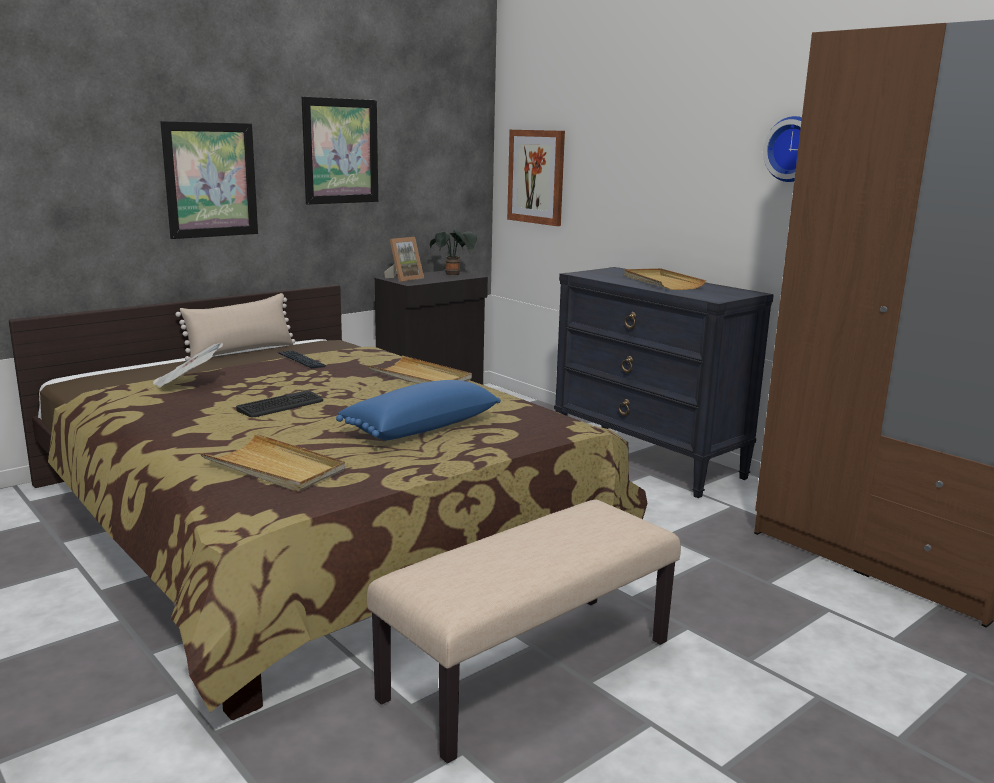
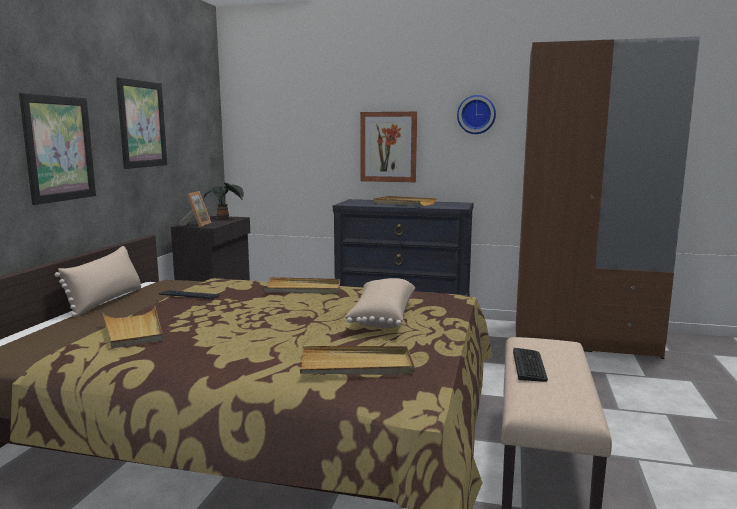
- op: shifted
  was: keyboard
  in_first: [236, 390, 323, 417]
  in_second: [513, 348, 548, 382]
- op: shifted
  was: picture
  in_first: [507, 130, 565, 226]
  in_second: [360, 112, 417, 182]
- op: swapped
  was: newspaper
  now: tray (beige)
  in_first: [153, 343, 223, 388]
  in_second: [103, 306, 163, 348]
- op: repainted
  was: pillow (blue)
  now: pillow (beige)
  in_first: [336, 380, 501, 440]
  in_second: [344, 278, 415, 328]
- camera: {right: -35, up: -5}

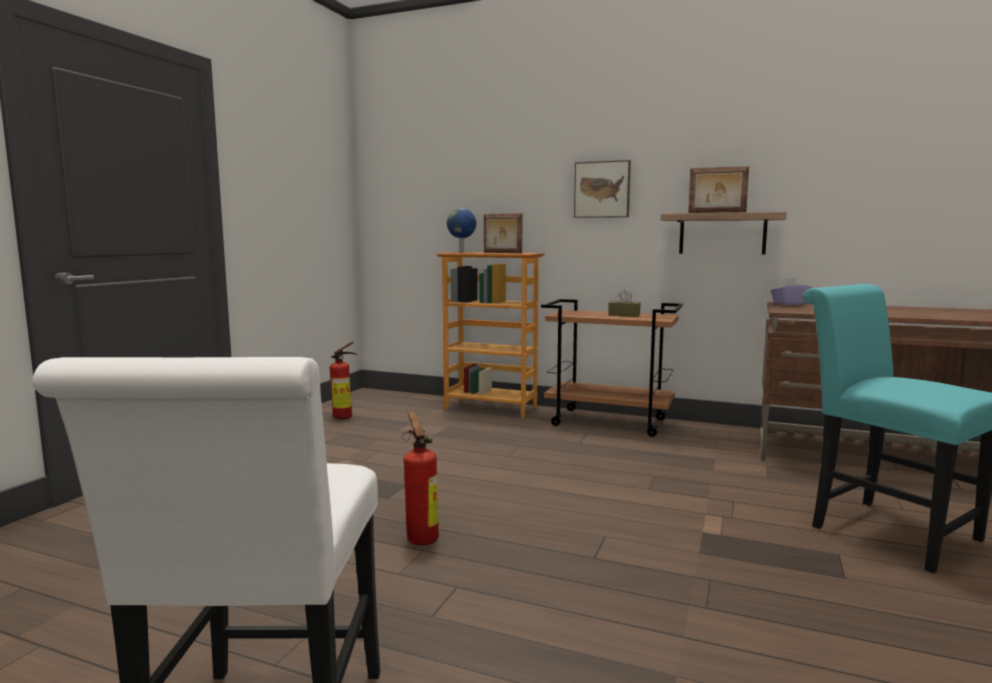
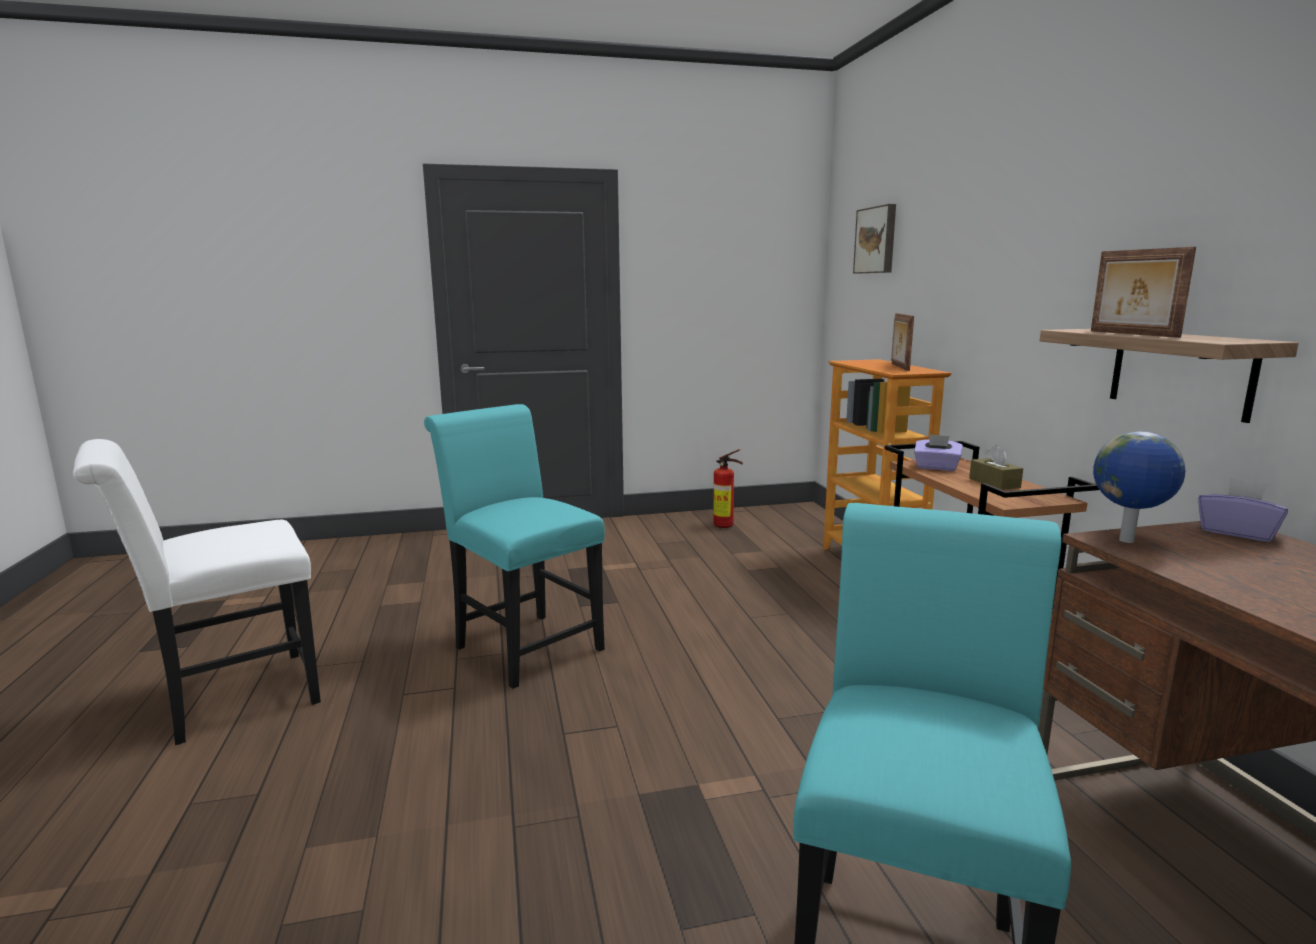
- op: new
  now: tissue box (purple)
  in_second: [914, 434, 963, 471]
- op: shifted
  was: globe
  in_first: [447, 208, 476, 253]
  in_second: [1093, 431, 1185, 543]
- op: shifted
  was: picture
  in_first: [574, 160, 631, 218]
  in_second: [853, 204, 896, 273]
- op: swapped
  was: fire extinguisher
  now: chair (turquoise)
  in_first: [402, 411, 439, 545]
  in_second: [424, 404, 605, 689]
- camera: {right: 55, up: 5}

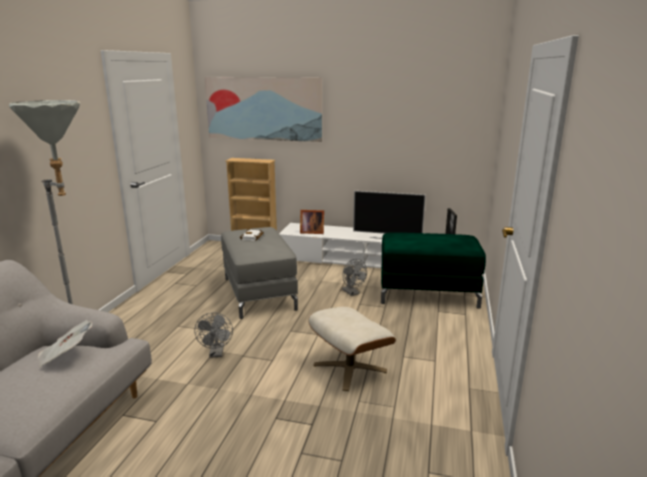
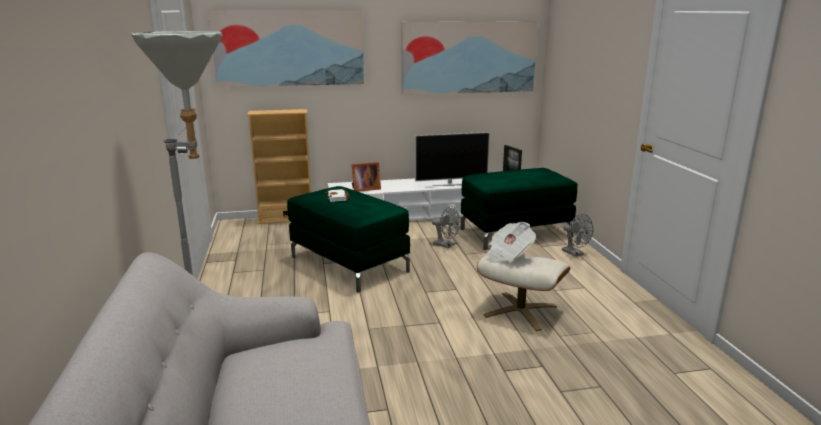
- op: new
  now: picture
  in_second: [401, 21, 538, 95]
- op: shifted
  was: newspaper
  in_first: [38, 320, 92, 367]
  in_second: [485, 222, 536, 262]
- op: shifted
  was: fan (grey)
  in_first: [194, 312, 233, 358]
  in_second: [562, 214, 593, 257]
- op: repainted
  was: ottoman (grey)
  now: ottoman (green)
  in_first: [221, 227, 298, 319]
  in_second: [287, 186, 410, 293]
- camera: {right: -25, up: 0}

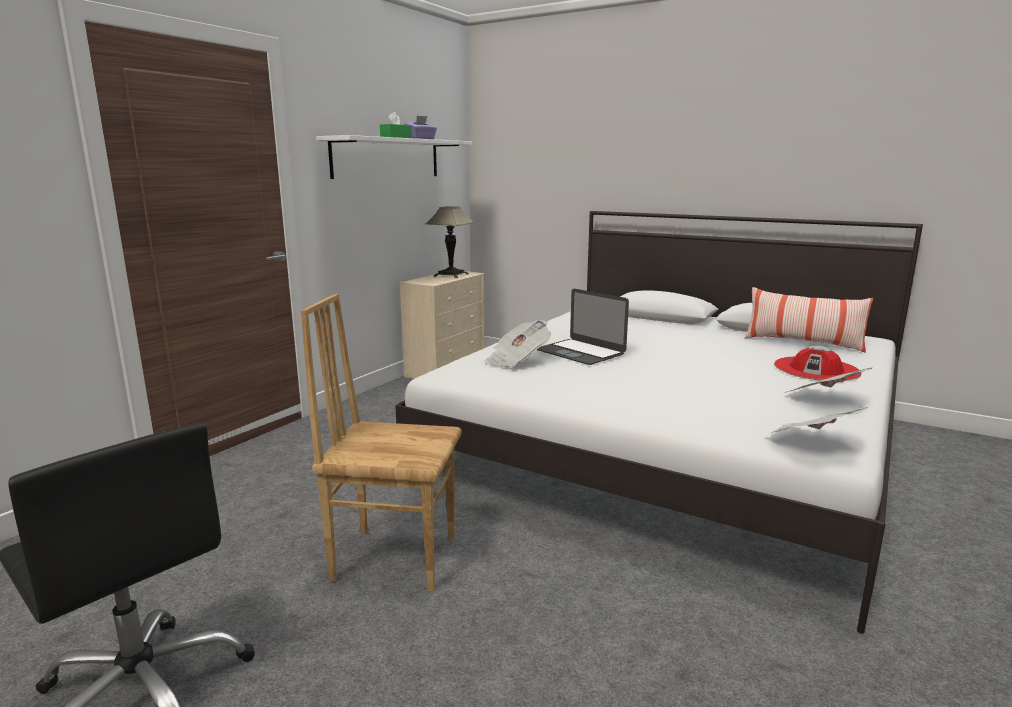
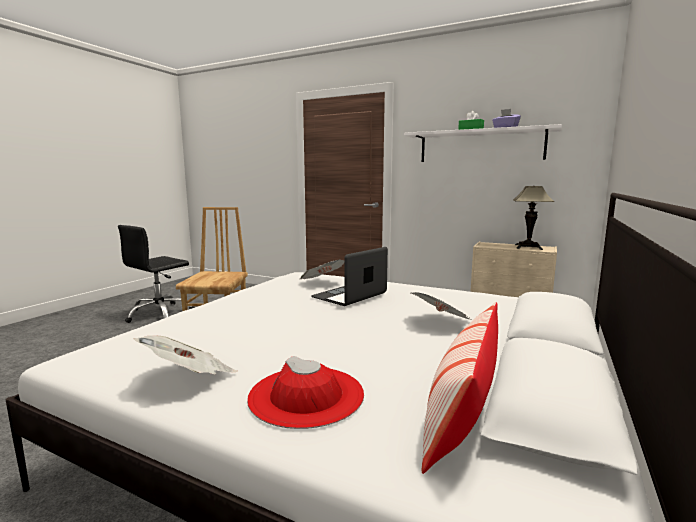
- op: shifted
  was: newspaper
  in_first: [766, 407, 868, 434]
  in_second: [411, 292, 470, 319]
- camera: {right: 85, up: -5}

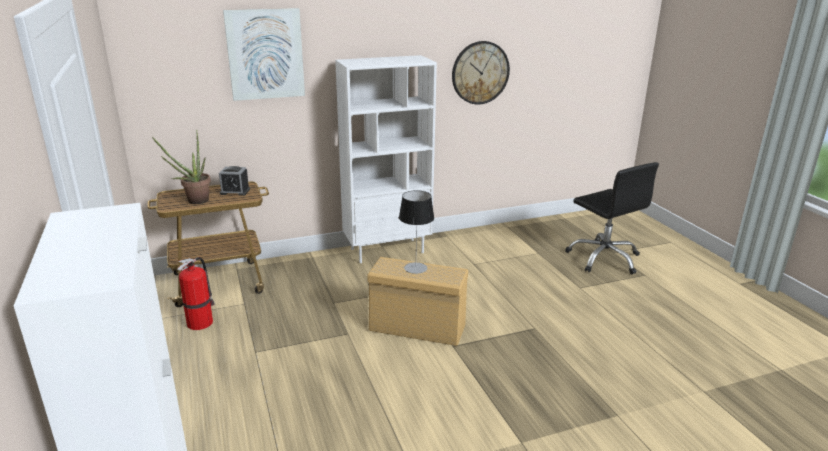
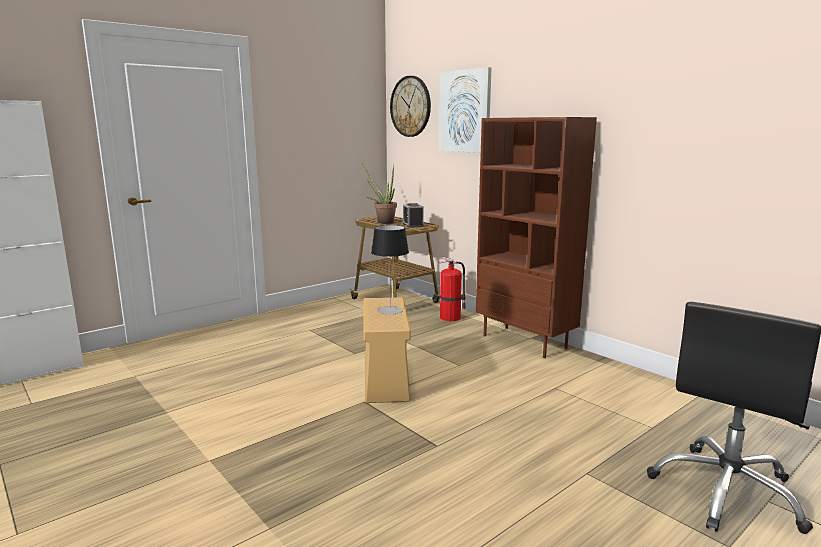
- op: shifted
  was: fire extinguisher
  in_first: [177, 257, 215, 330]
  in_second: [439, 257, 466, 321]
- op: shifted
  was: wall clock
  in_first: [452, 41, 510, 105]
  in_second: [390, 76, 431, 137]
- op: repainted
  was: bookcase (white)
  now: bookcase (brown)
  in_first: [335, 55, 437, 263]
  in_second: [476, 117, 597, 358]
- camera: {right: 70, up: -10}

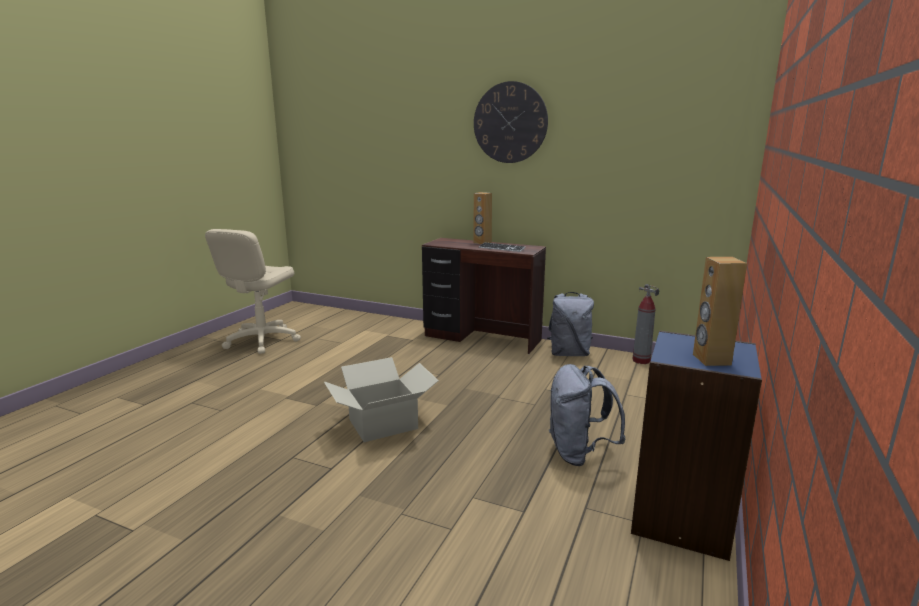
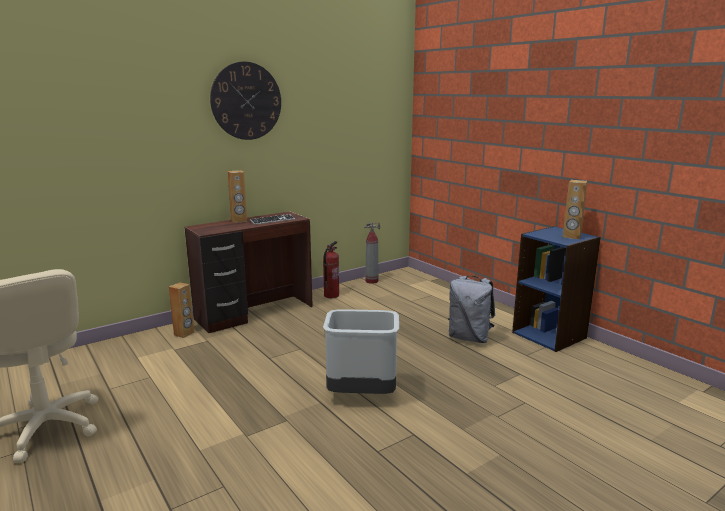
- op: new
  now: speaker (brown)
  in_second: [169, 282, 194, 338]
- op: swapped
  was: cardboard box
  now: trash can (grey)
  in_first: [324, 357, 439, 442]
  in_second: [323, 309, 399, 394]
- op: swapped
  was: backpack (grey)
  now: fire extinguisher
  in_first: [547, 292, 594, 356]
  in_second: [323, 241, 339, 298]
- camera: {right: -60, up: 0}

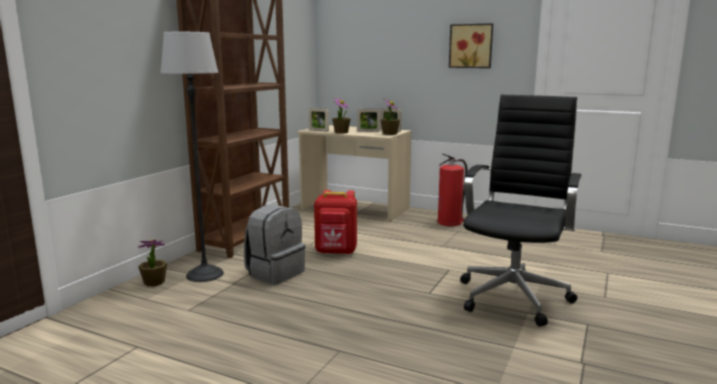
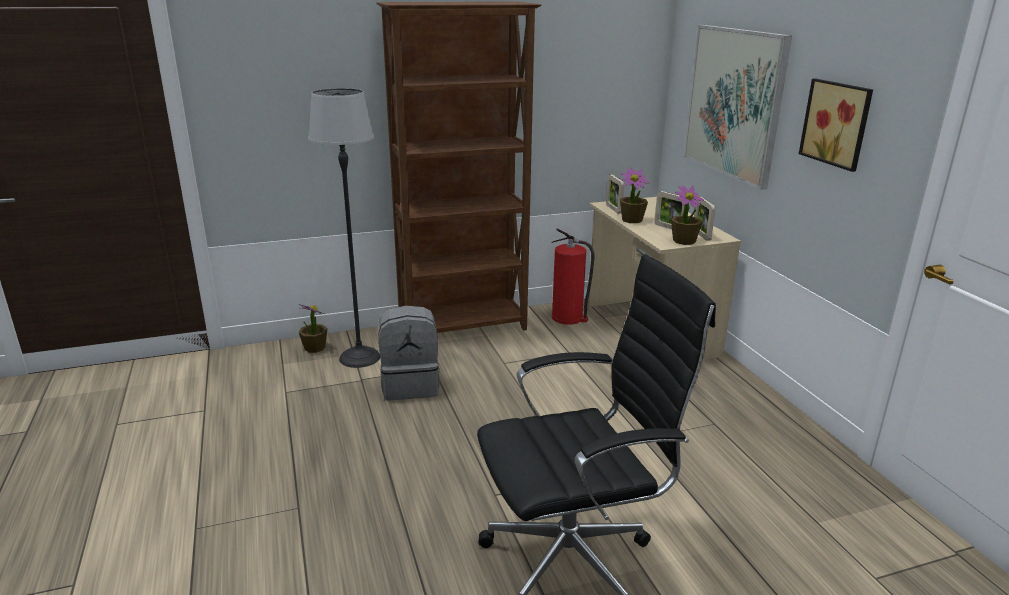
- op: gone
  was: backpack (red)
  in_first: [314, 190, 357, 254]
- op: new
  now: picture
  in_second: [683, 25, 792, 190]
- op: shifted
  was: fire extinguisher
  in_first: [437, 154, 467, 226]
  in_second: [552, 228, 594, 325]
- camera: {right: 45, up: 10}

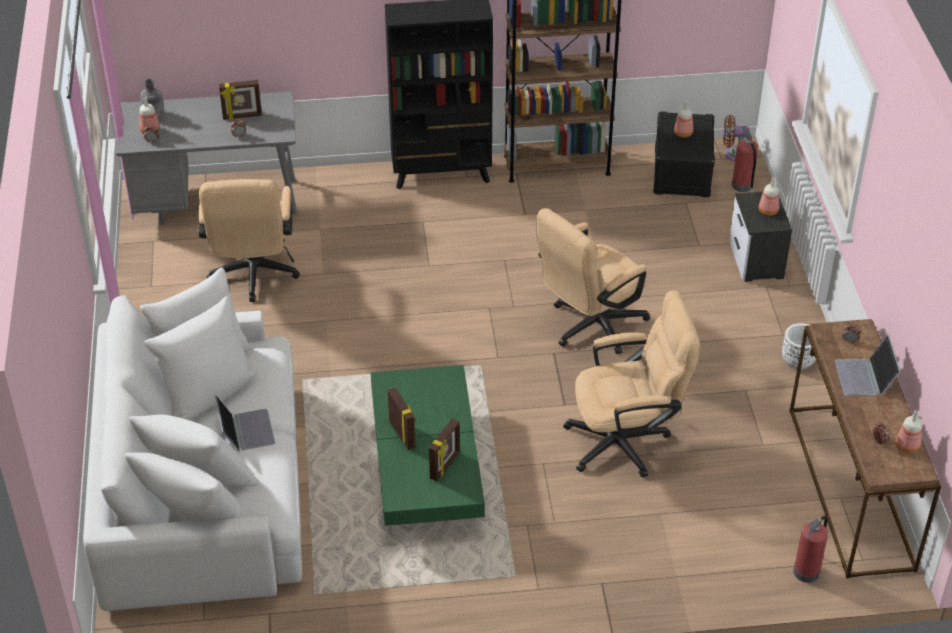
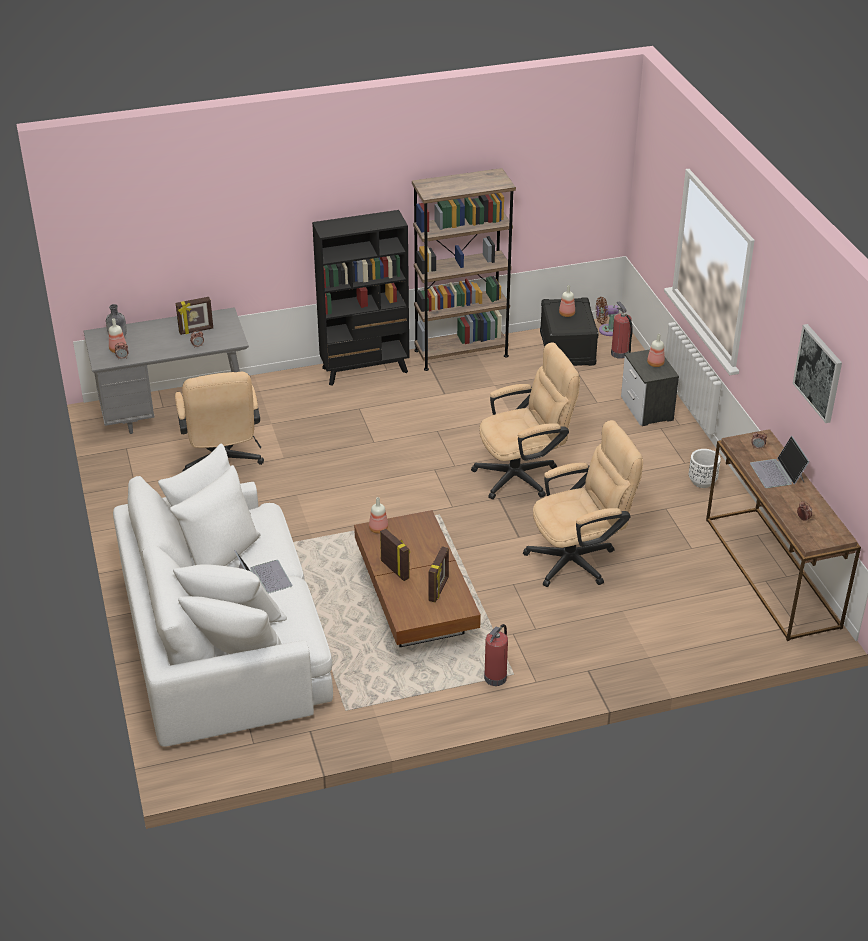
- op: new
  now: picture
  in_second: [793, 324, 842, 423]
- op: shifted
  was: fire extinguisher
  in_first: [793, 516, 828, 583]
  in_second: [484, 624, 508, 686]
- op: shifted
  was: bottle
  in_first: [896, 410, 922, 453]
  in_second: [369, 497, 388, 534]
- op: repainted
  was: coffee table (green)
  now: coffee table (brown)
  in_first: [371, 365, 485, 526]
  in_second: [354, 510, 481, 647]
- op: rotated
  was: office chair (beige)
  in_first: [536, 208, 650, 354]
  in_second: [471, 343, 580, 499]
  clockwise: -150
- camera: {right: -10, up: -5}

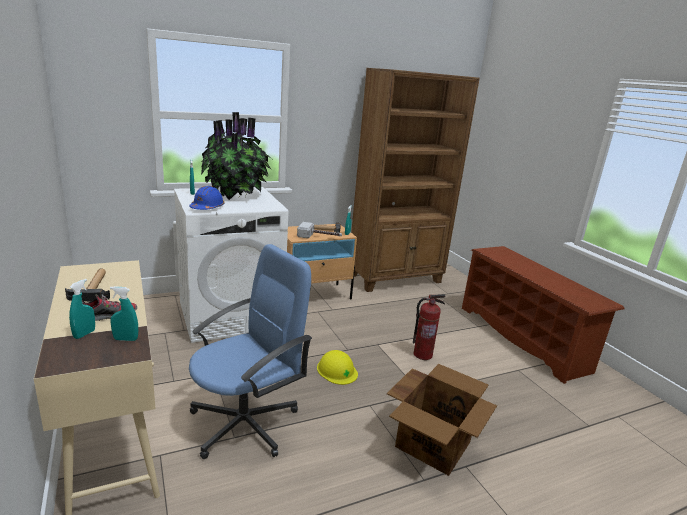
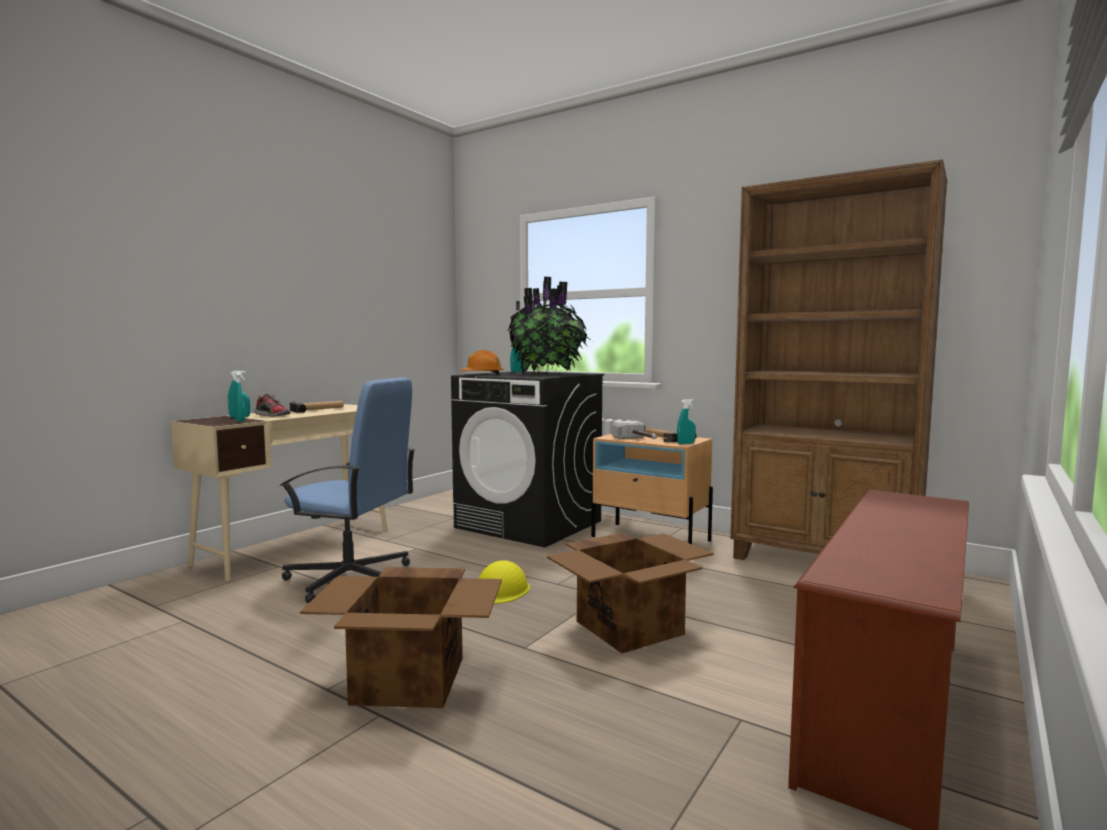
- op: swapped
  was: fire extinguisher
  now: cardboard box
  in_first: [413, 294, 445, 360]
  in_second: [547, 533, 714, 653]
- op: repainted
  was: washing machine (white)
  now: washing machine (black)
  in_first: [174, 187, 289, 343]
  in_second: [451, 371, 604, 547]
- op: repainted
  was: hard hat (blue)
  now: hard hat (orange)
  in_first: [189, 186, 225, 210]
  in_second: [460, 350, 504, 375]
- camera: {right: 60, up: -15}

